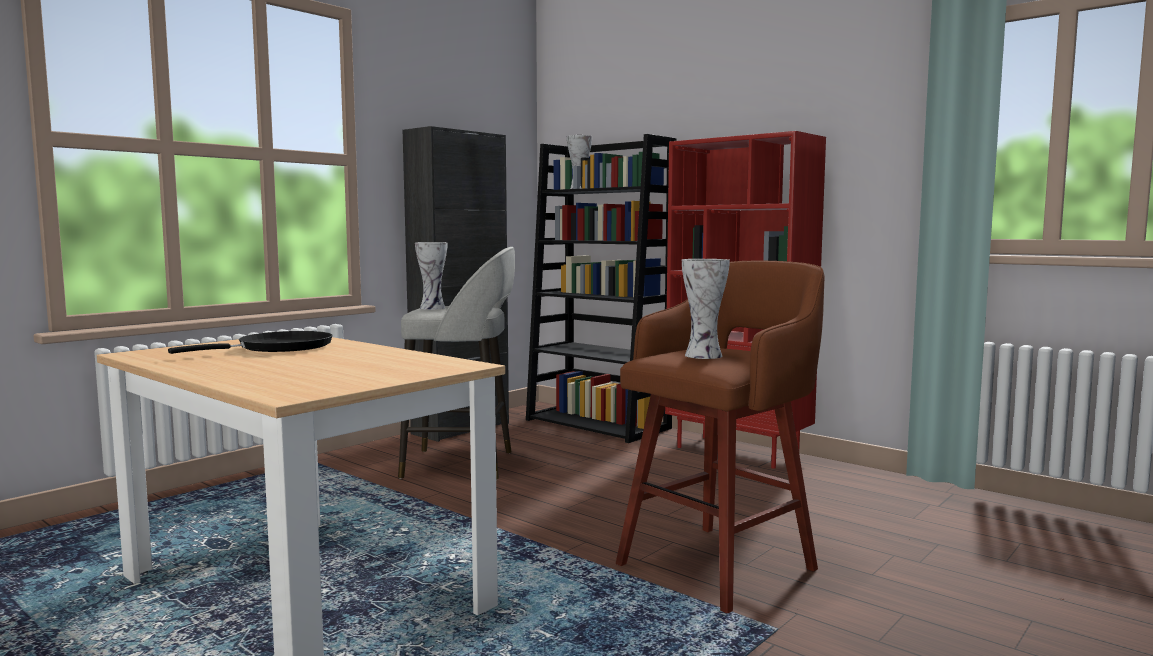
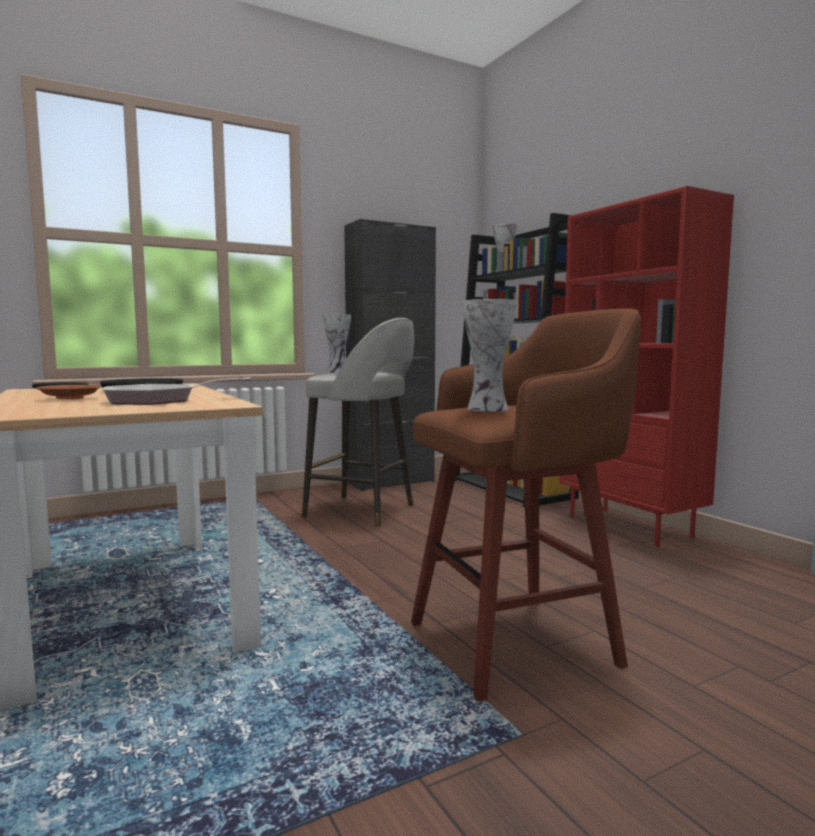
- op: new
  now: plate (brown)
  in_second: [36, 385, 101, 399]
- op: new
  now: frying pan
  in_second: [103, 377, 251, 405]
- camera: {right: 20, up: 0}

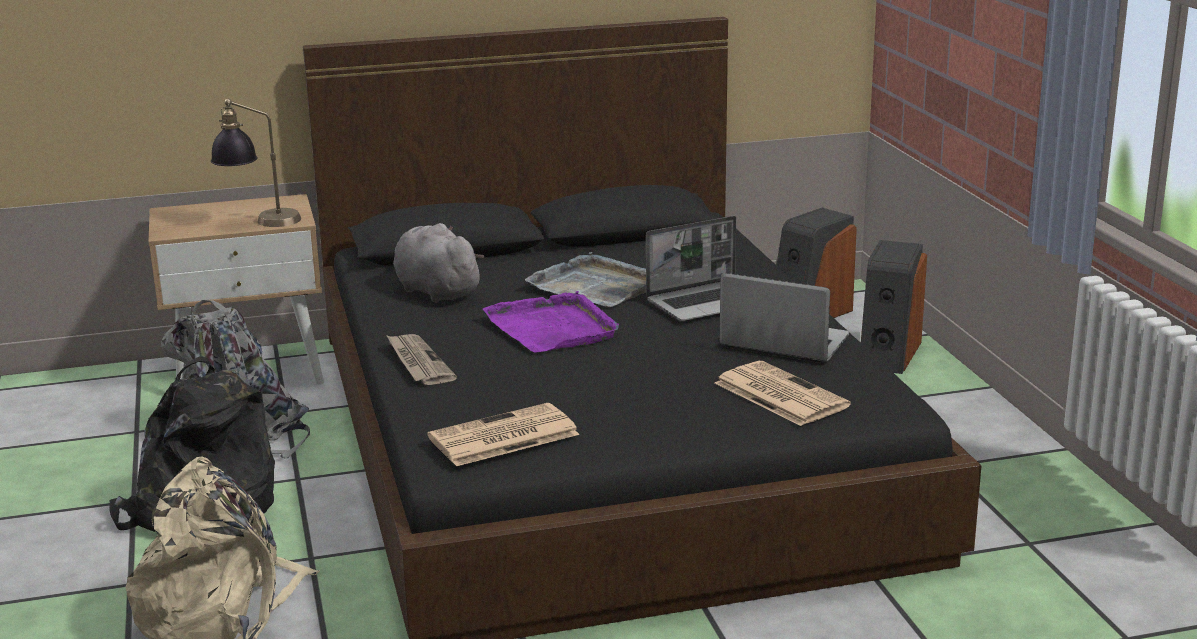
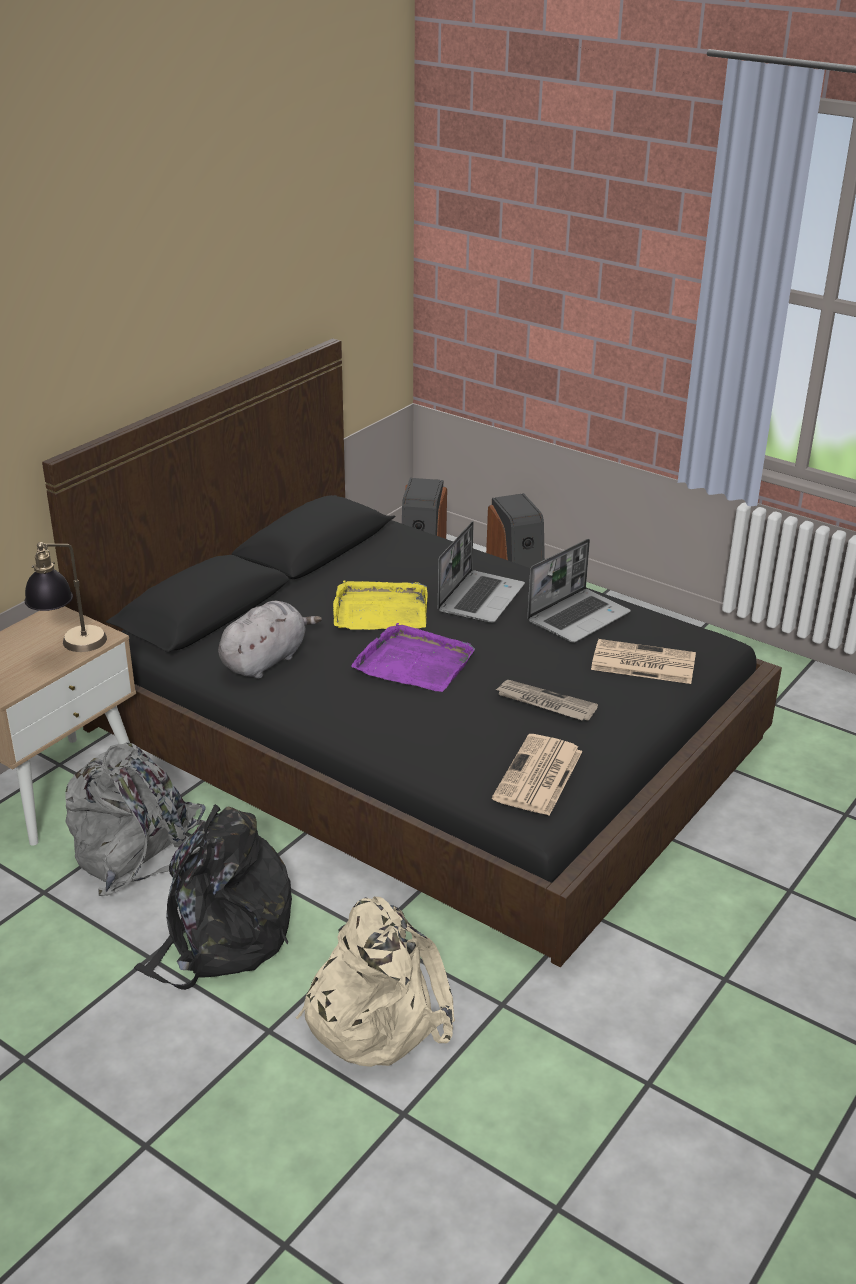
- op: shifted
  was: newspaper
  in_first: [386, 334, 457, 385]
  in_second: [495, 680, 598, 721]
- op: repainted
  was: tray (grey)
  now: tray (yellow)
  in_first: [525, 252, 646, 307]
  in_second: [333, 580, 428, 630]
- op: rotated
  was: plush toy (grey)
  in_first: [393, 223, 485, 303]
  in_second: [218, 601, 322, 679]
  clockwise: 120
- op: rotated
  was: laptop
  in_first: [720, 273, 849, 363]
  in_second: [527, 539, 631, 643]
  clockwise: 150
- camera: {right: -40, up: 10}

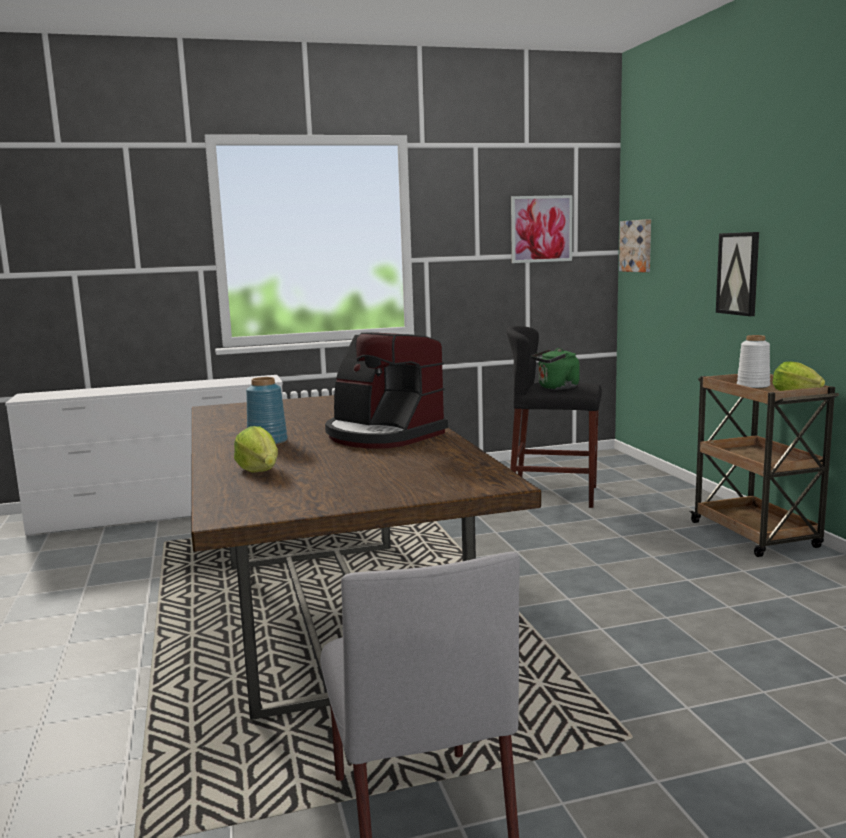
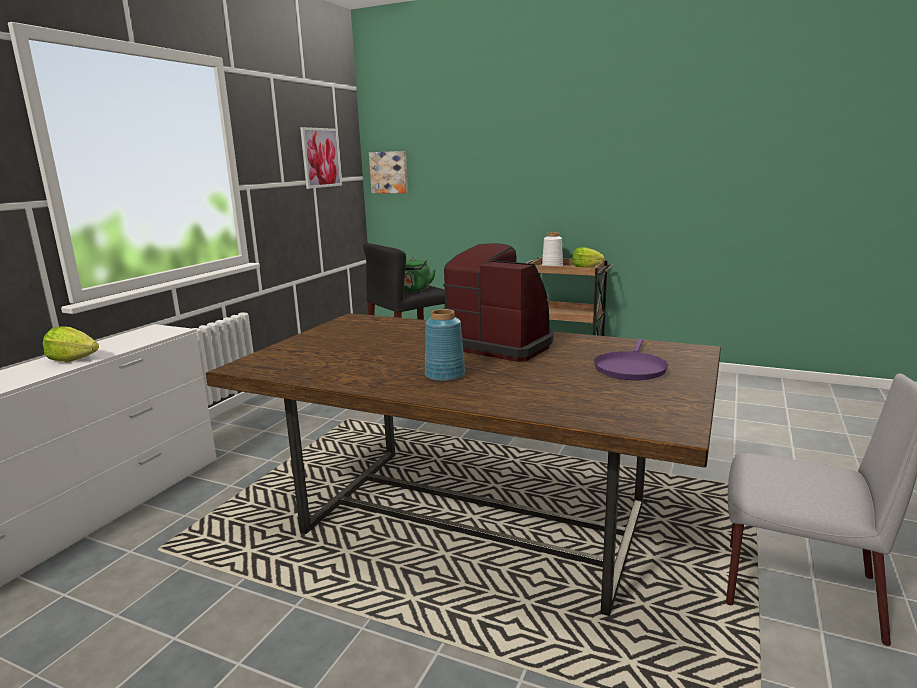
- op: gone
  was: picture
  in_first: [716, 232, 759, 316]
- op: new
  now: frying pan (purple)
  in_second: [594, 339, 668, 381]
- op: shifted
  was: lettuce
  in_first: [234, 426, 278, 473]
  in_second: [43, 326, 99, 362]
- op: rotated
  was: coffee machine
  in_first: [325, 332, 448, 449]
  in_second: [443, 243, 554, 362]
  clockwise: -135
- camera: {right: -50, up: 5}

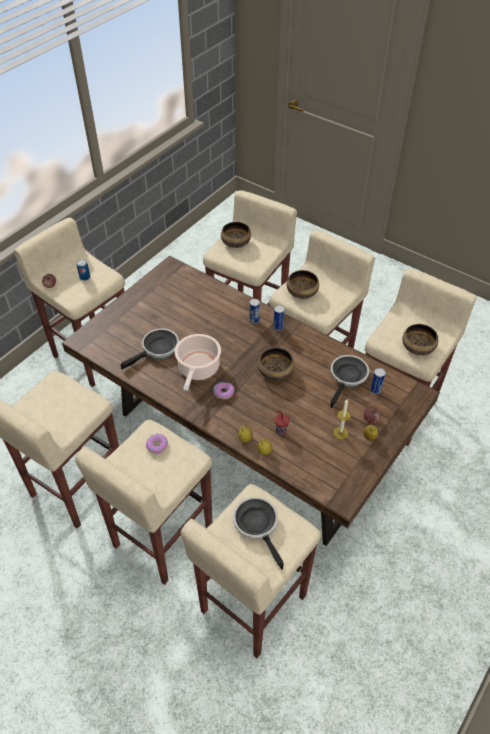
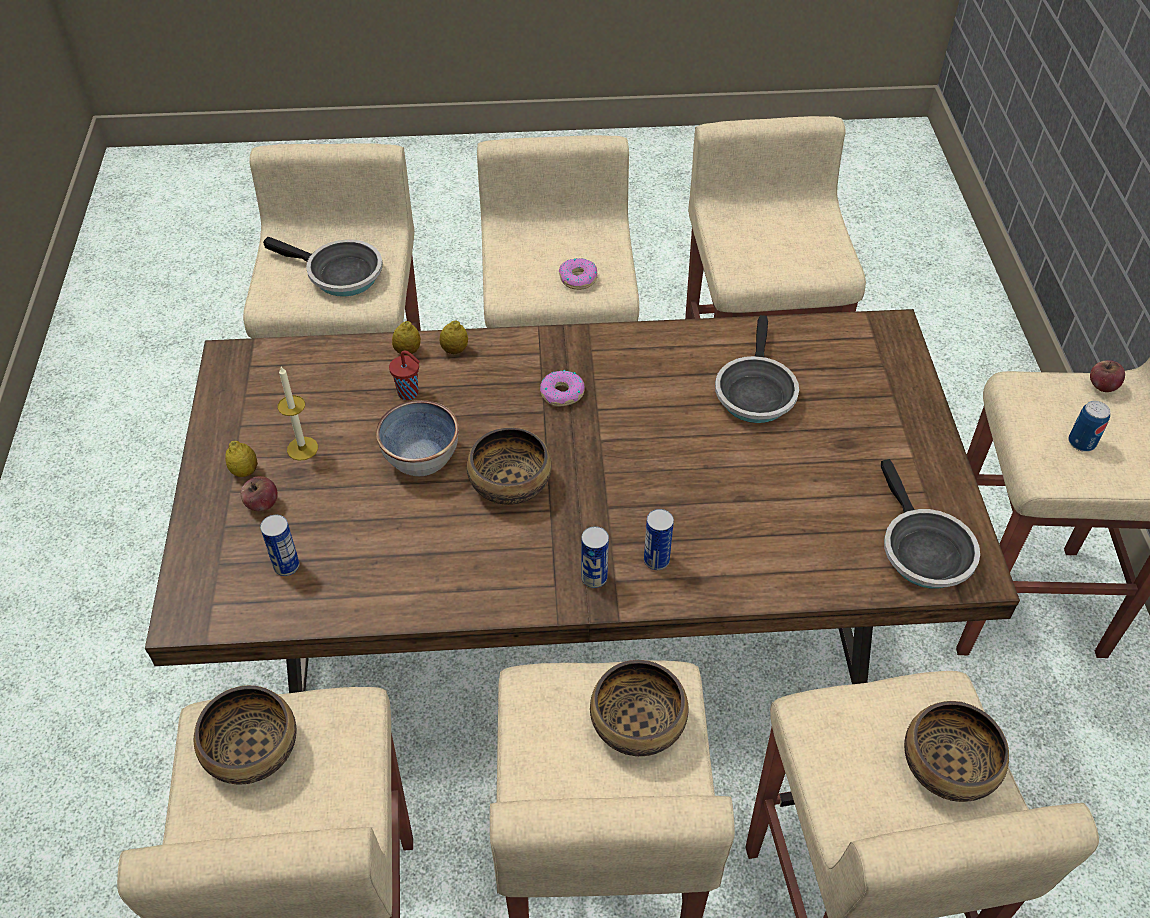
- op: gone
  was: cooking pot
  in_first: [175, 334, 221, 391]
- op: new
  now: bowl
  in_second: [376, 400, 459, 476]
- op: shifted
  was: frying pan
  in_first: [330, 355, 369, 408]
  in_second: [881, 459, 980, 589]
- camera: {right: 140, up: 0}

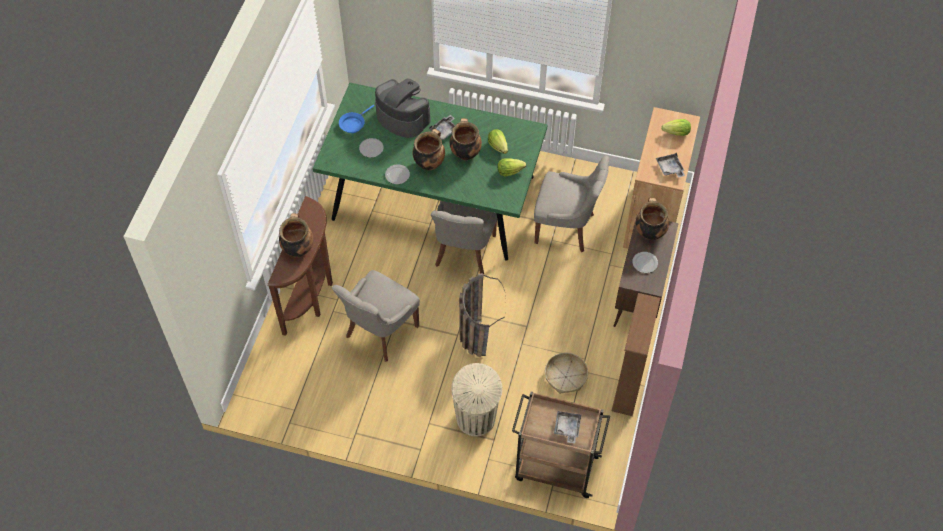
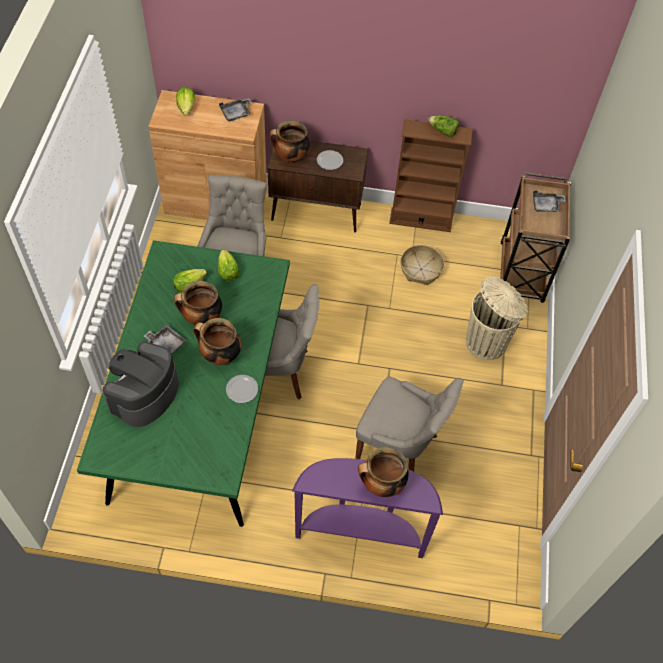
- op: gone
  was: frying pan (blue)
  in_first: [339, 105, 374, 133]
- op: gone
  was: plate
  in_first: [359, 138, 384, 158]
- op: gone
  was: basket
  in_first: [459, 273, 506, 357]
- op: new
  now: lettuce
  in_second: [428, 115, 459, 137]
- op: repainted
  was: console table (brown)
  now: console table (purple)
  in_first: [268, 196, 333, 336]
  in_second: [292, 458, 443, 558]
- camera: {right: -100, up: 0}

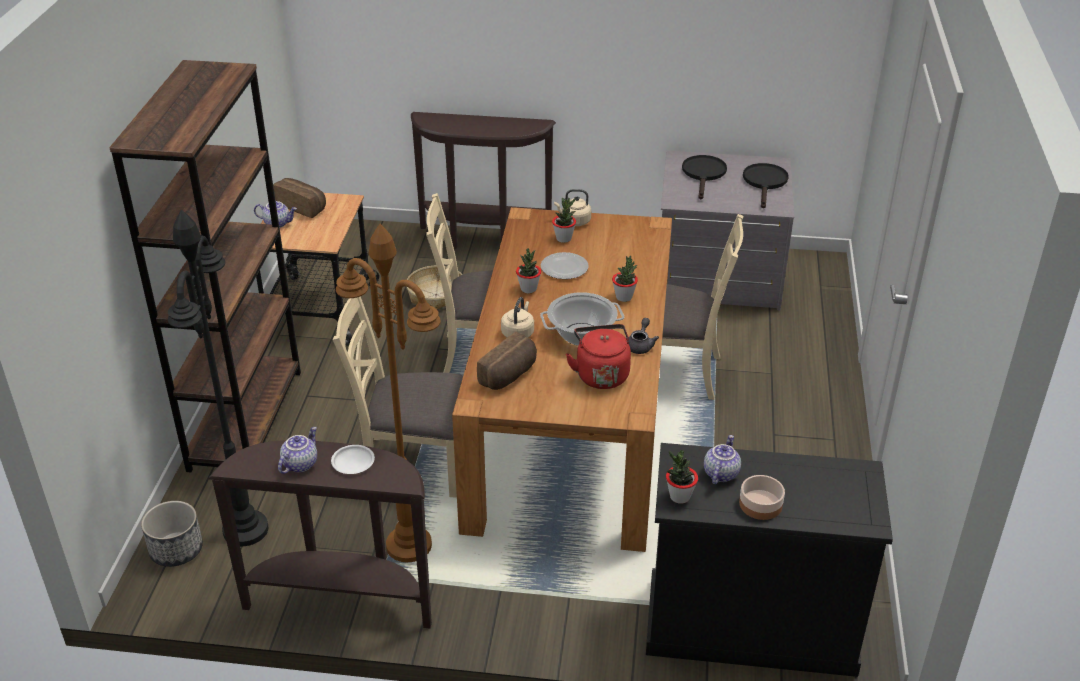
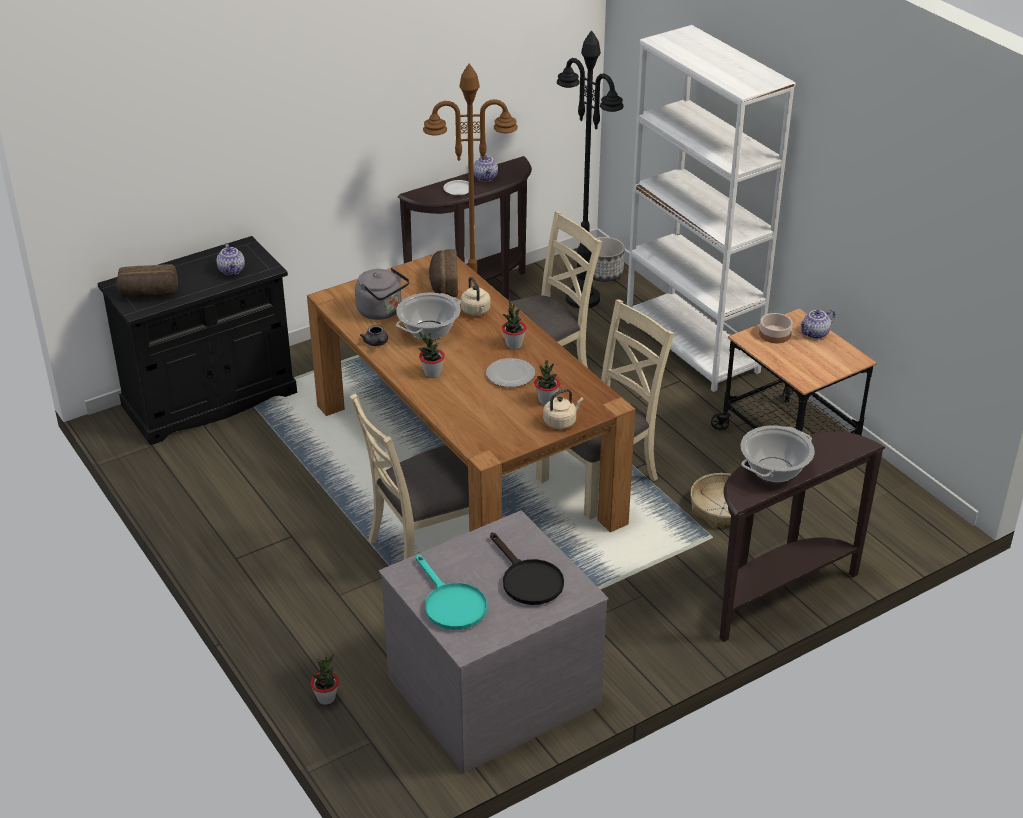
- op: new
  now: cooking pot
  in_second: [740, 425, 815, 483]
- op: shifted
  was: bread
  in_first: [273, 178, 326, 218]
  in_second: [116, 264, 178, 298]
- op: shifted
  was: potted plant
  in_first: [666, 450, 698, 504]
  in_second: [311, 654, 339, 705]
- op: shifted
  was: bowl
  in_first: [739, 475, 785, 520]
  in_second: [759, 313, 793, 343]
- op: repainted
  was: bookcase (brown)
  now: bookcase (white)
  in_first: [109, 60, 301, 472]
  in_second: [626, 25, 796, 392]
- op: repainted
  was: kettle (red)
  now: kettle (grey)
  in_first: [566, 324, 631, 389]
  in_second: [355, 267, 410, 320]
- op: repainted
  was: frying pan (black)
  now: frying pan (turquoise)
  in_first: [743, 163, 789, 208]
  in_second: [416, 554, 487, 630]
- camera: {right: 140, up: 0}

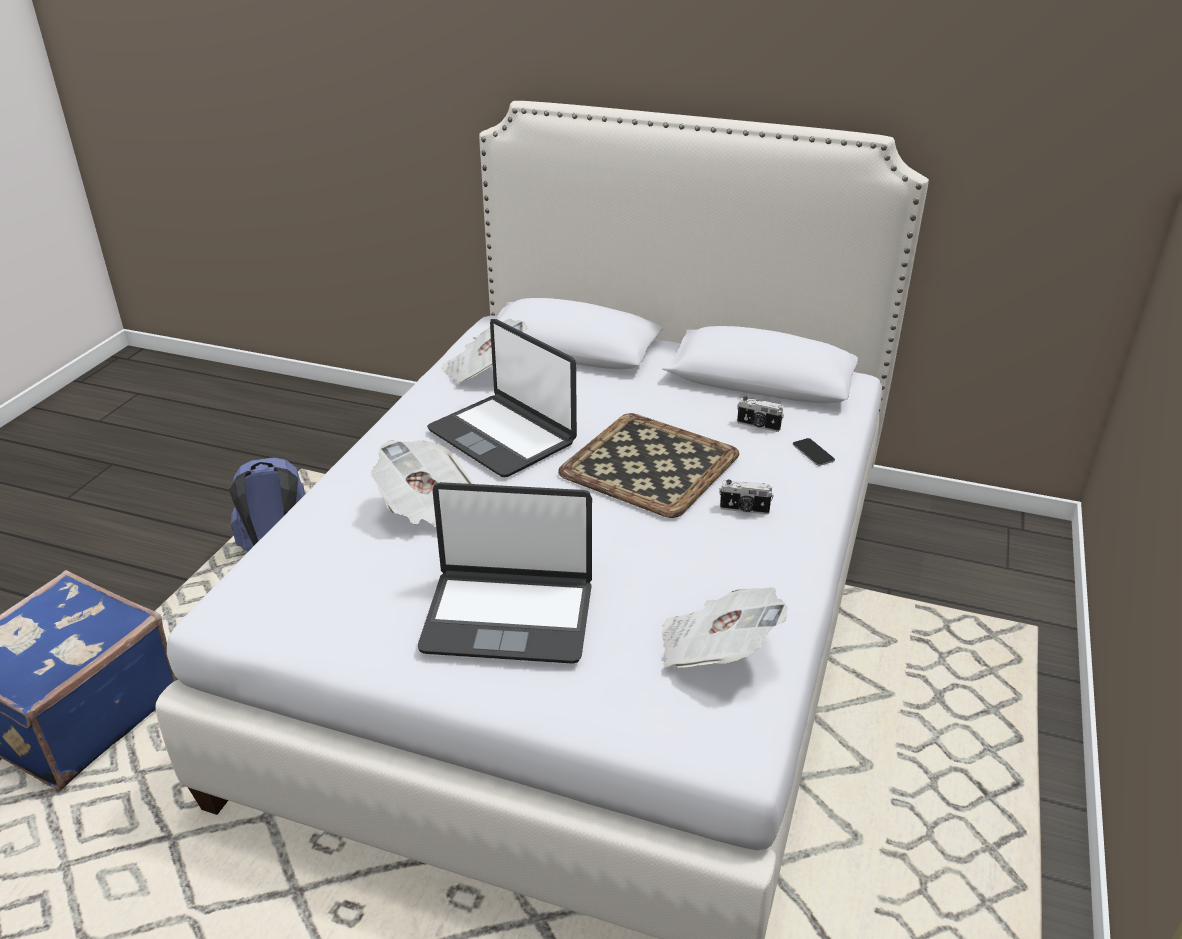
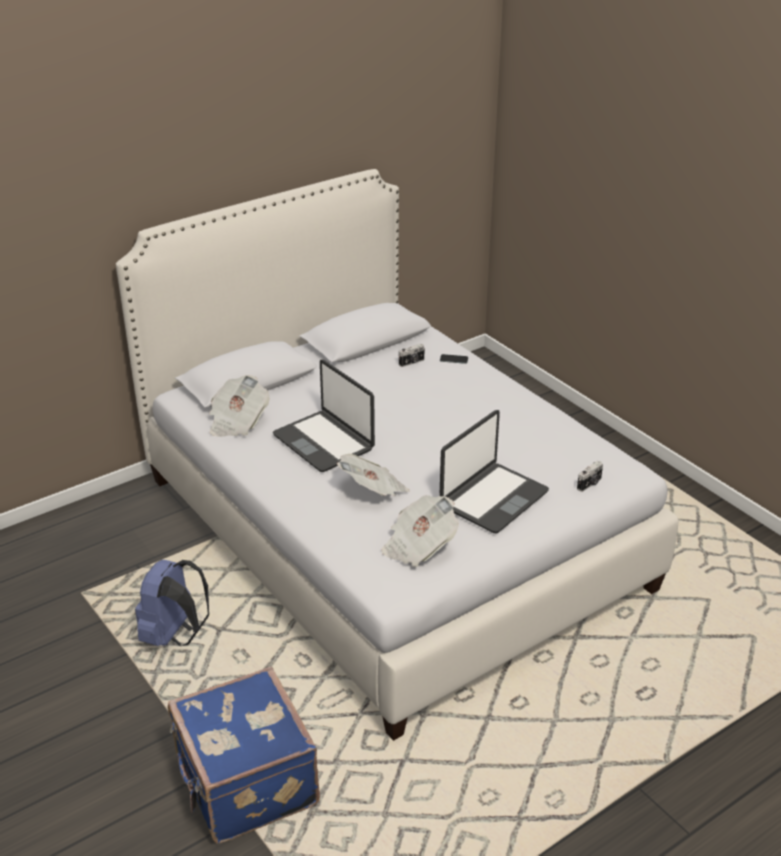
- op: gone
  was: tray
  in_first: [558, 413, 739, 518]
- op: shifted
  was: newspaper
  in_first: [662, 587, 787, 668]
  in_second: [382, 495, 459, 567]
- op: shifted
  was: photo camera
  in_first: [719, 480, 774, 515]
  in_second: [577, 461, 603, 492]
- op: rotated
  was: laptop
  in_first: [427, 319, 577, 477]
  in_second: [273, 360, 375, 472]
  clockwise: 60
- camera: {right: -55, up: 0}

